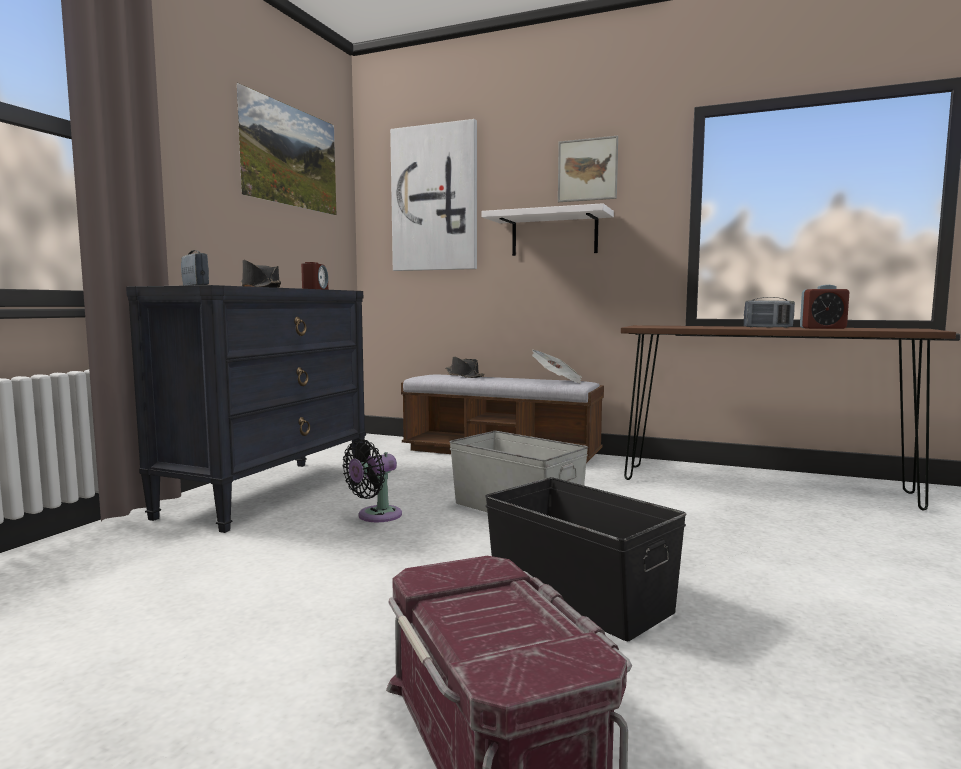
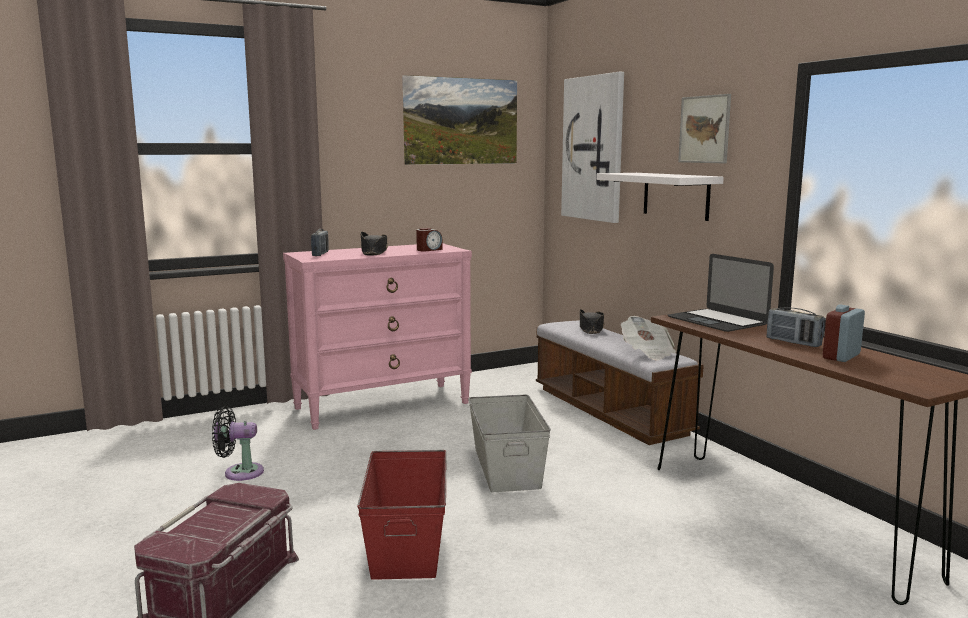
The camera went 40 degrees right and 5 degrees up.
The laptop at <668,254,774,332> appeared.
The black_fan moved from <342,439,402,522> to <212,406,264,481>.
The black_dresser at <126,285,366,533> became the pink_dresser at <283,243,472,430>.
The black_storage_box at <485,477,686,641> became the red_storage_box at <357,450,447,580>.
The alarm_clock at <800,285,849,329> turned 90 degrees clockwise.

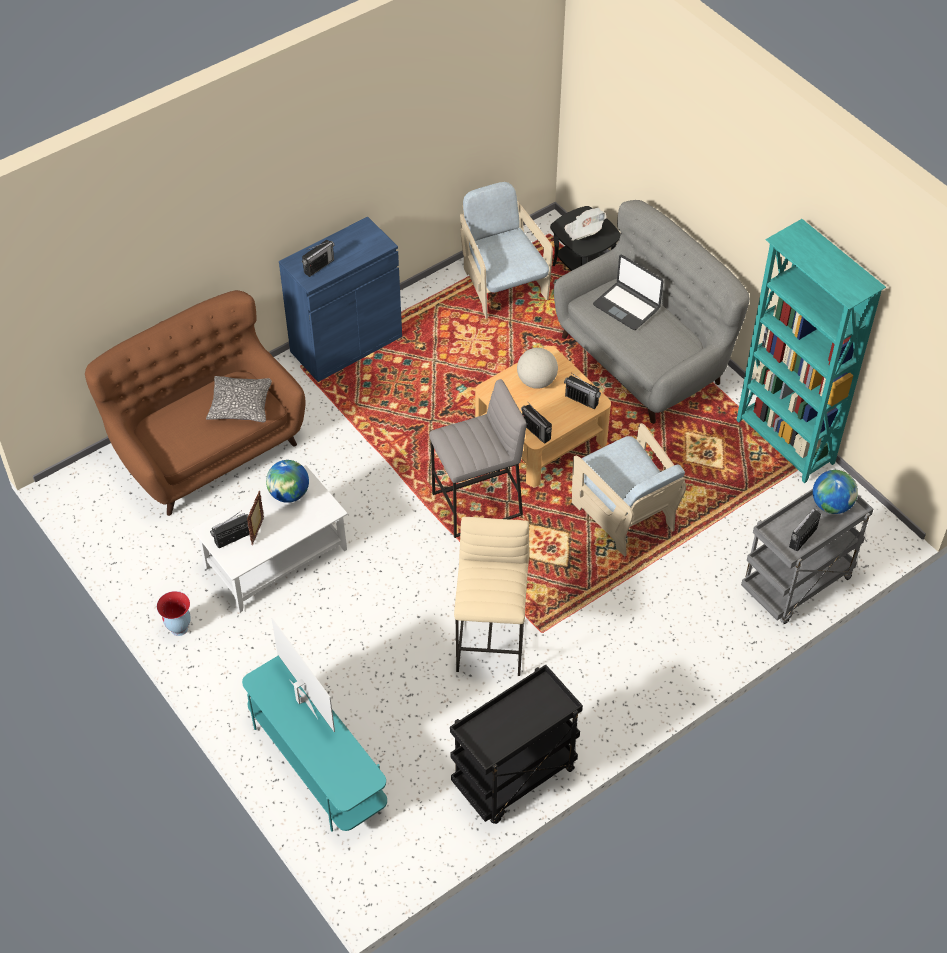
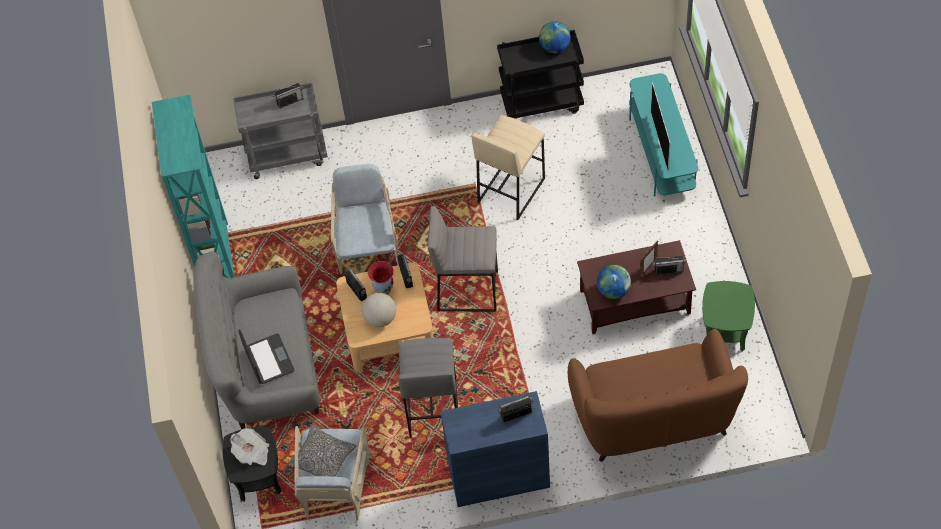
The camera went 150 degrees left and 5 degrees up.
The grey_stool at <398,338,458,437> appeared.
The green_side_table at <702,281,755,352> appeared.
The vase moved from <157,591,191,636> to <368,261,394,295>.
The pillow moved from <206,376,272,422> to <287,425,356,477>.
The globe moved from <813,470,858,514> to <539,21,571,53>.
The white_coffee_table at <192,465,348,612> became the brown_coffee_table at <577,240,696,334>.

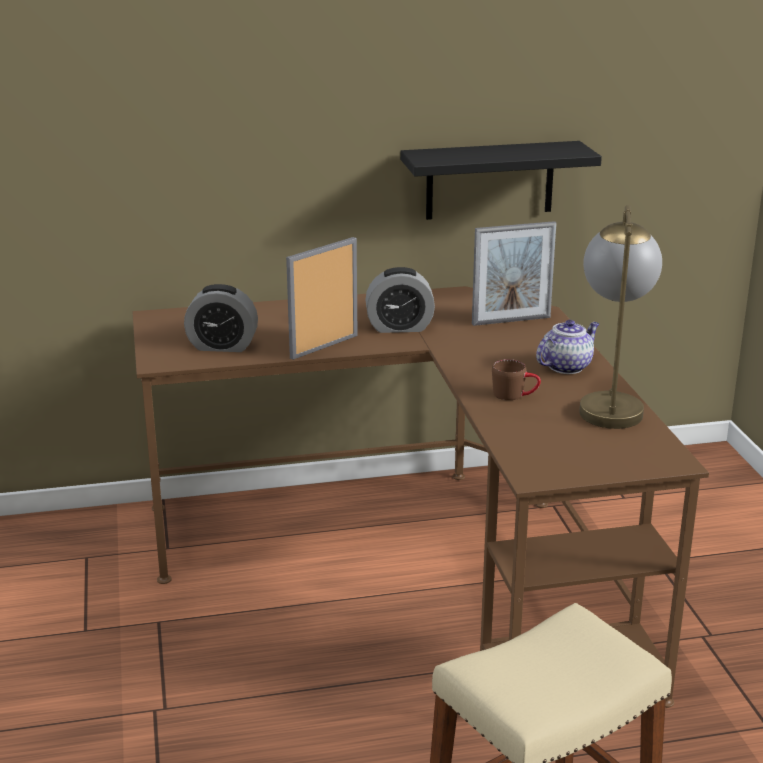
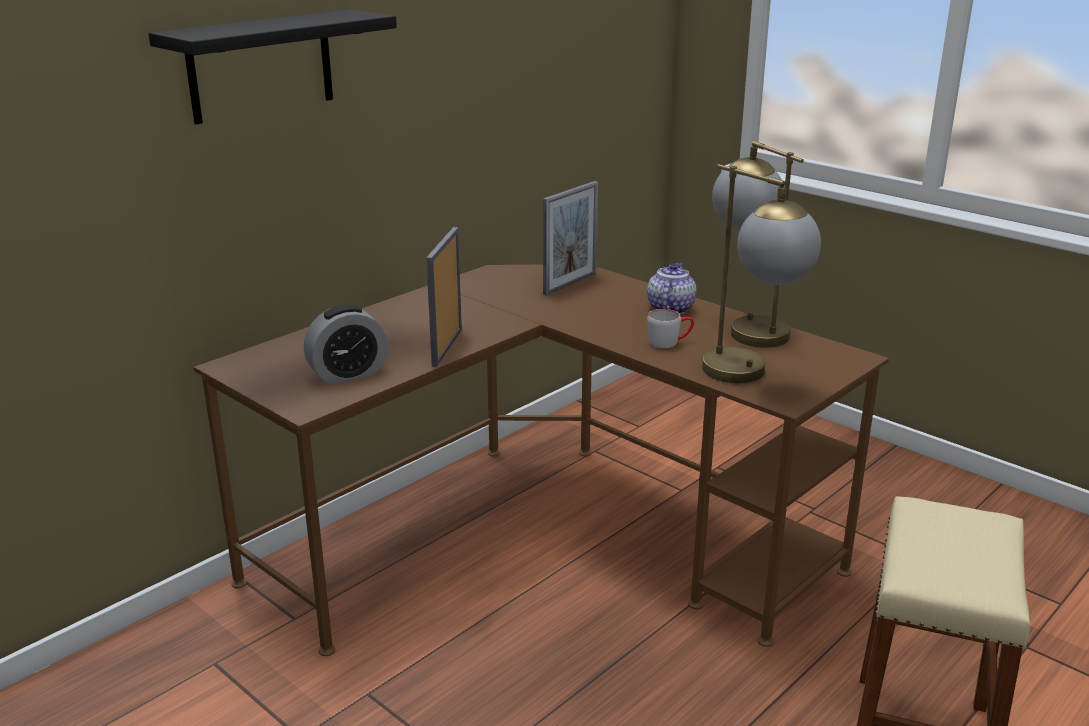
The camera went 35 degrees left and 0 degrees up.
The alarm_clock at <365,267,435,333> disappeared.
The table_lamp at <702,164,821,383> appeared.
The black_shelf moved from <400,141,602,220> to <148,9,397,125>.
The brown_mug at <492,359,541,400> became the grey_mug at <647,309,694,348>.

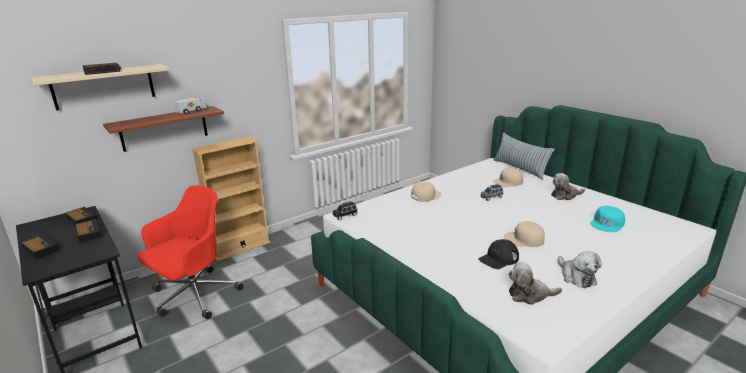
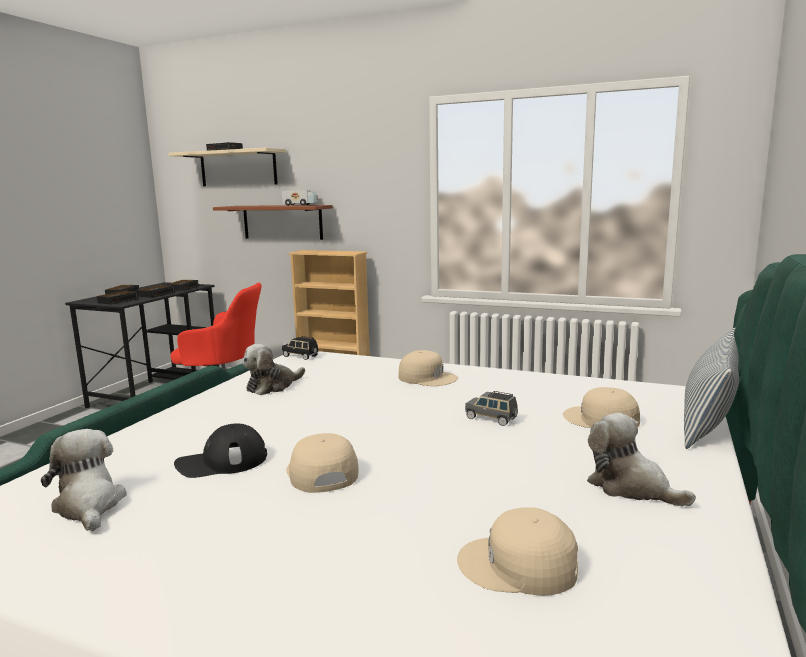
The camera went 60 degrees right and 10 degrees down.
The alarm_clock at <97,291,139,305> appeared.
The plush_toy moved from <558,251,602,288> to <243,344,305,395>.
The turquoise_cap at <590,206,625,232> became the beige_cap at <457,507,578,596>.
The black_cap at <478,239,519,269> turned 45 degrees counterclockwise.

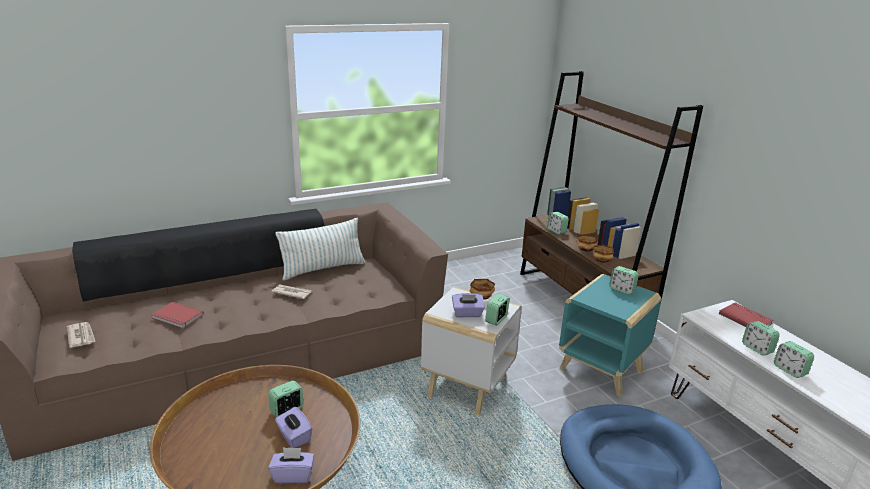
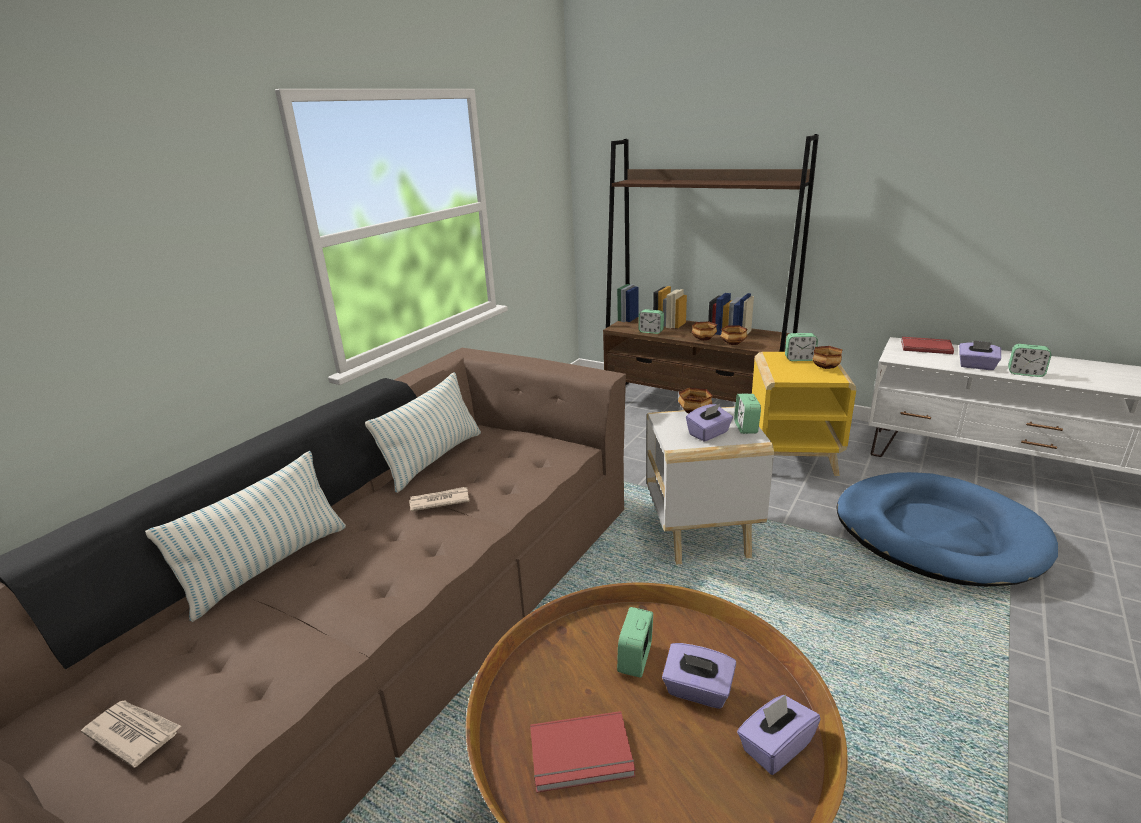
The camera went 30 degrees left and 0 degrees up.
The pillow at <145,451,346,622> appeared.
The bowl at <812,346,843,369> appeared.
The red_book moved from <151,302,204,329> to <530,711,635,793>.
The alarm_clock at <742,321,780,356> was replaced by the purple_tissue_box at <959,340,1001,370>.
The turquoise_side_table at <559,274,661,397> became the yellow_side_table at <752,352,856,476>.

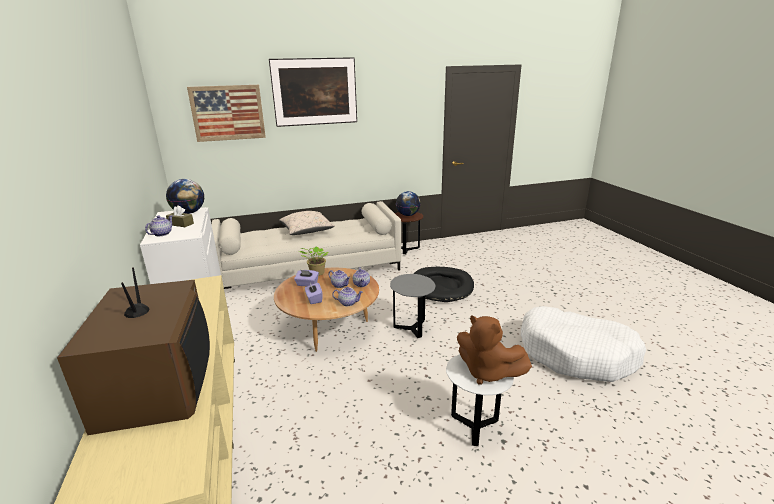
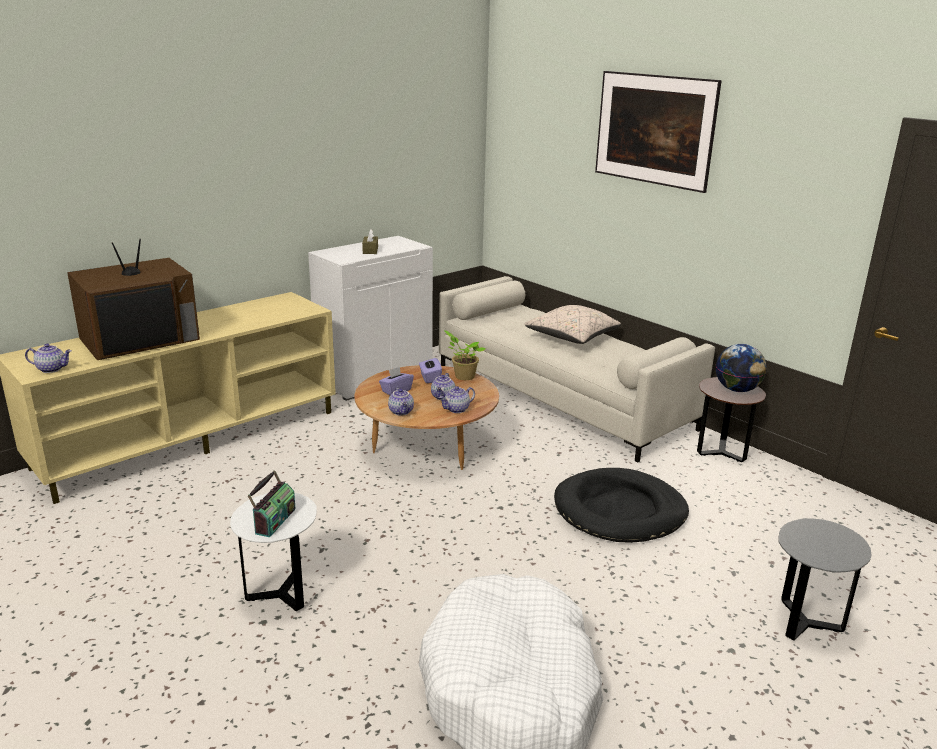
The camera went 65 degrees right and 0 degrees up.
The globe at <166,179,204,214> disappeared.
The picture at <187,85,266,142> disappeared.
The teapot moved from <145,215,172,236> to <25,344,71,373>.
The grey_side_table moved from <390,274,436,338> to <778,518,871,641>.
The brown_plush_toy at <457,315,532,385> was replaced by the radio at <248,470,296,537>.

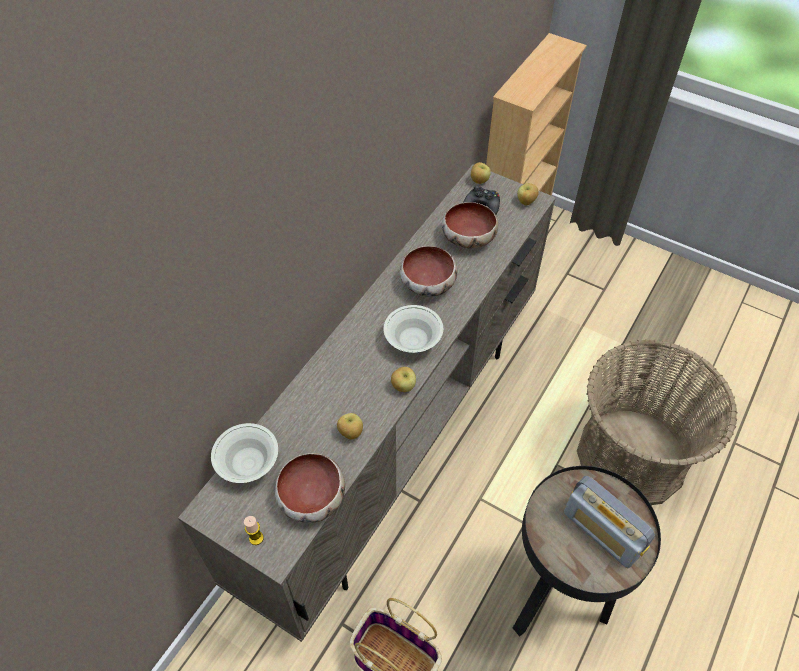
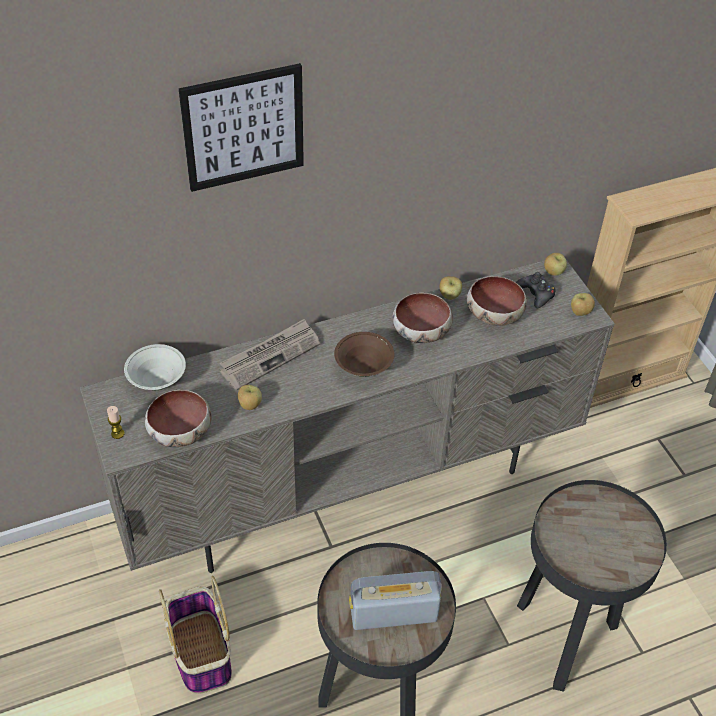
The camera went 35 degrees right and 5 degrees down.
The picture at <178,63,304,192> appeared.
The newspaper at <220,319,320,390> appeared.
The apple moved from <391,367,416,392> to <440,276,462,300>.
The basket at <577,339,738,505> was replaced by the black_side_table at <517,480,667,692>.
The white_bowl at <384,305,443,353> became the brown_bowl at <334,332,394,377>.
The radio at <564,476,655,568> turned 90 degrees clockwise.

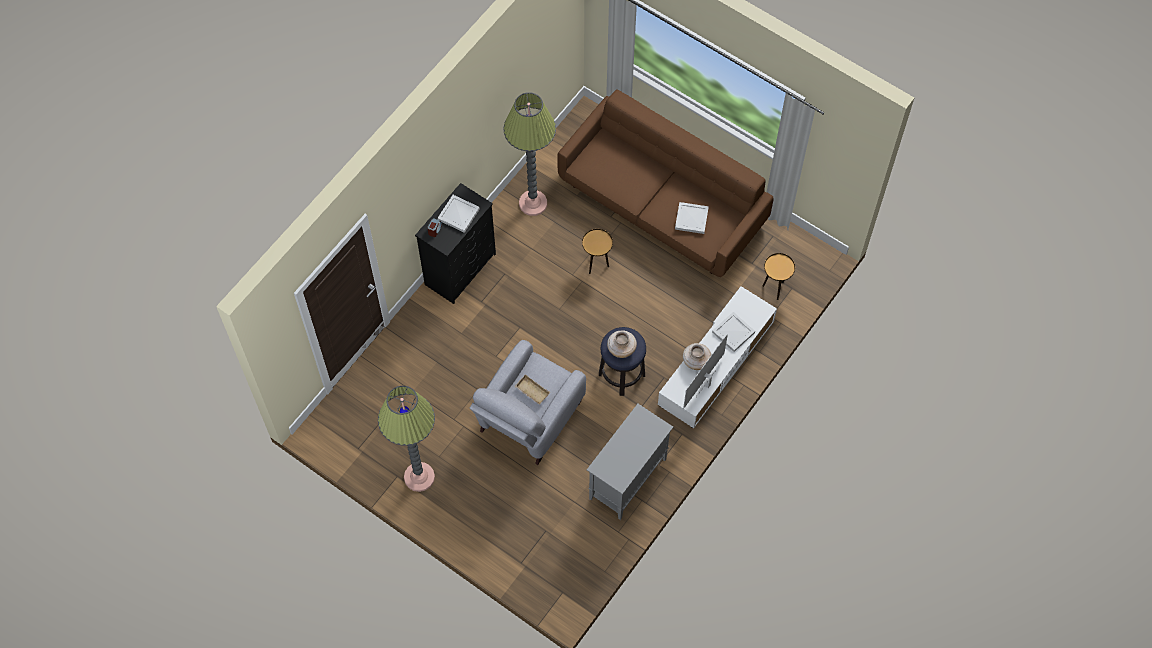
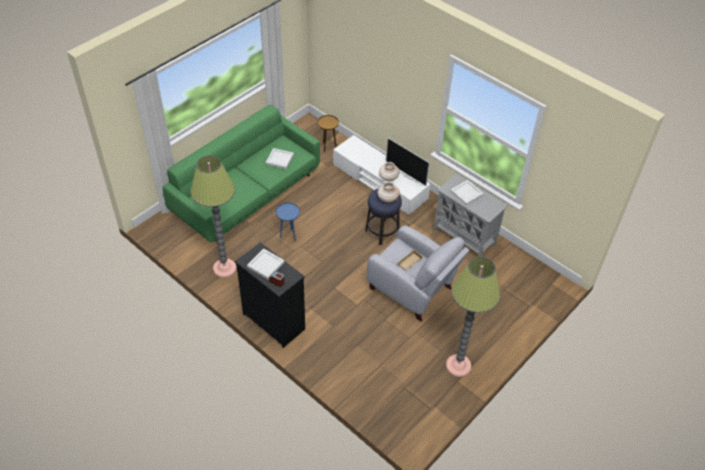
The camera went 85 degrees left and 15 degrees down.
The white_tray moved from <712,312,755,352> to <450,180,484,205>.
The brown_sofa at <557,89,774,277> became the green_sofa at <162,105,320,243>.
The brown_side_table at <582,229,613,274> became the blue_side_table at <276,203,300,241>.

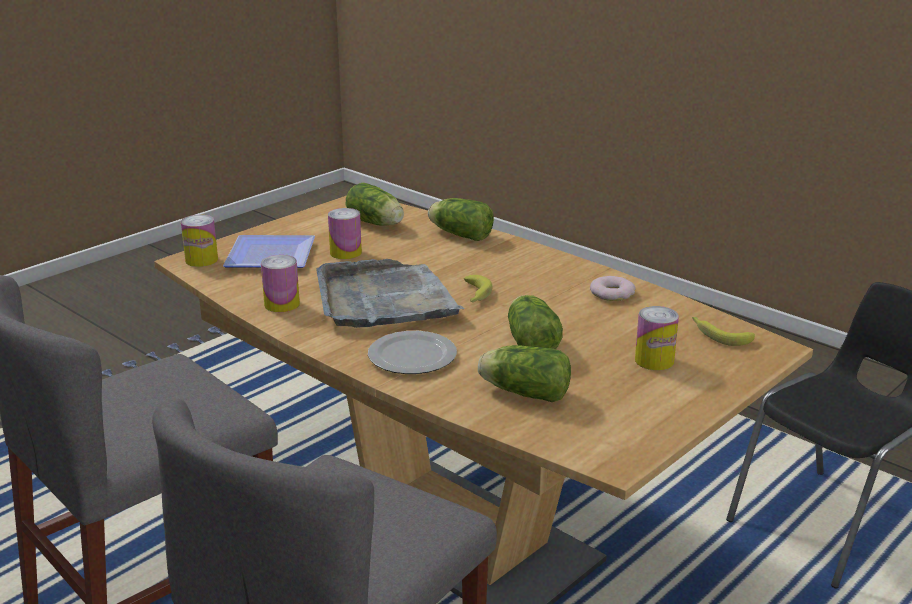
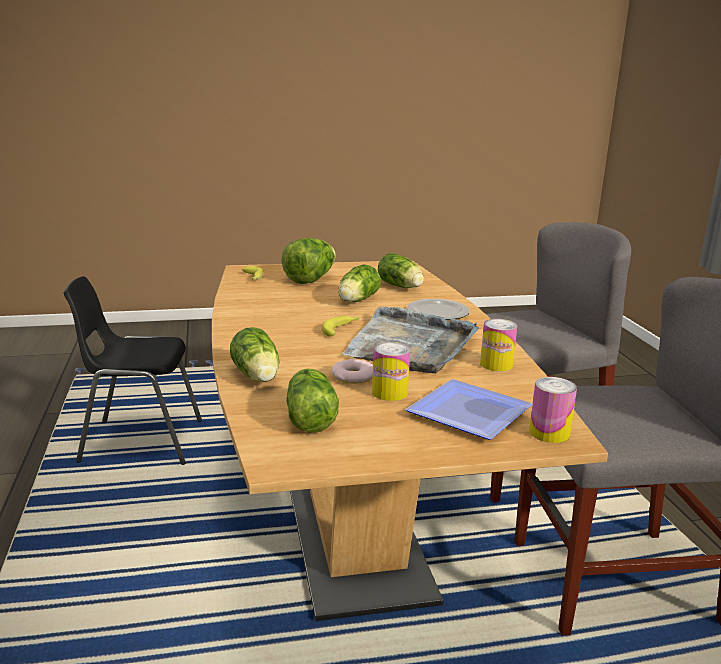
The camera went 145 degrees left and 5 degrees down.
The donut moved from <590,276,636,301> to <332,359,373,384>.
The can at <635,306,679,370> was replaced by the lettuce at <281,238,336,284>.

